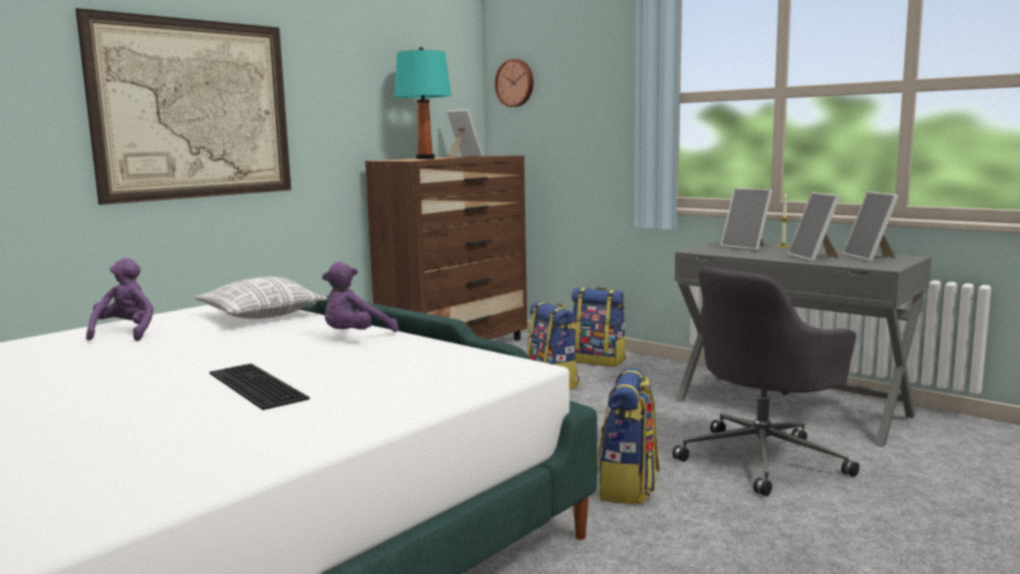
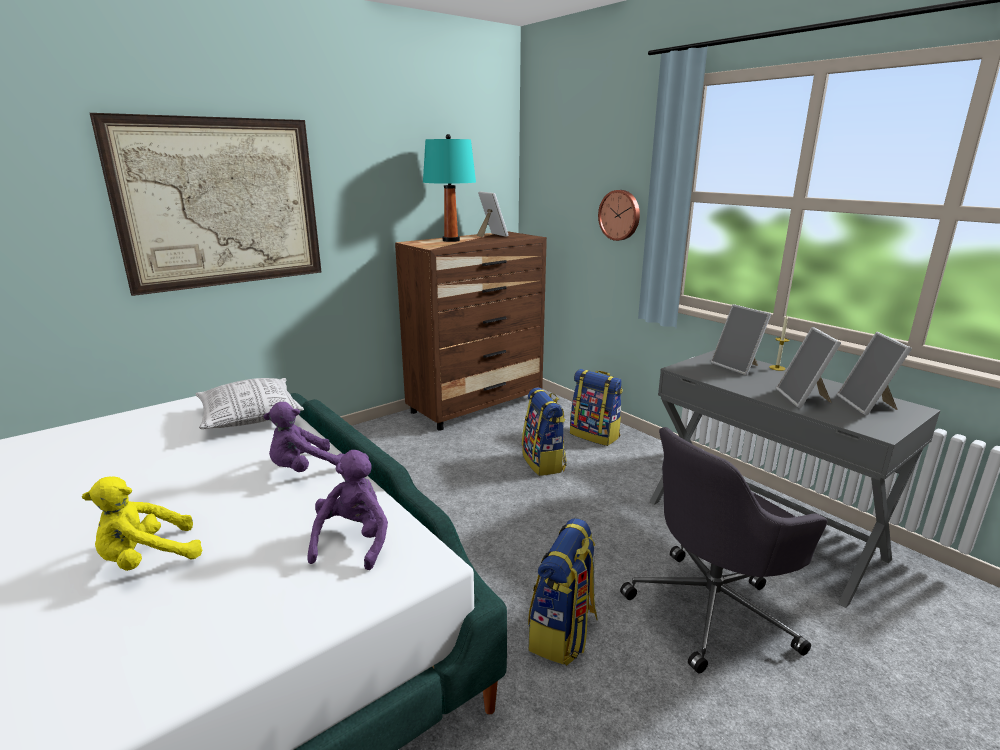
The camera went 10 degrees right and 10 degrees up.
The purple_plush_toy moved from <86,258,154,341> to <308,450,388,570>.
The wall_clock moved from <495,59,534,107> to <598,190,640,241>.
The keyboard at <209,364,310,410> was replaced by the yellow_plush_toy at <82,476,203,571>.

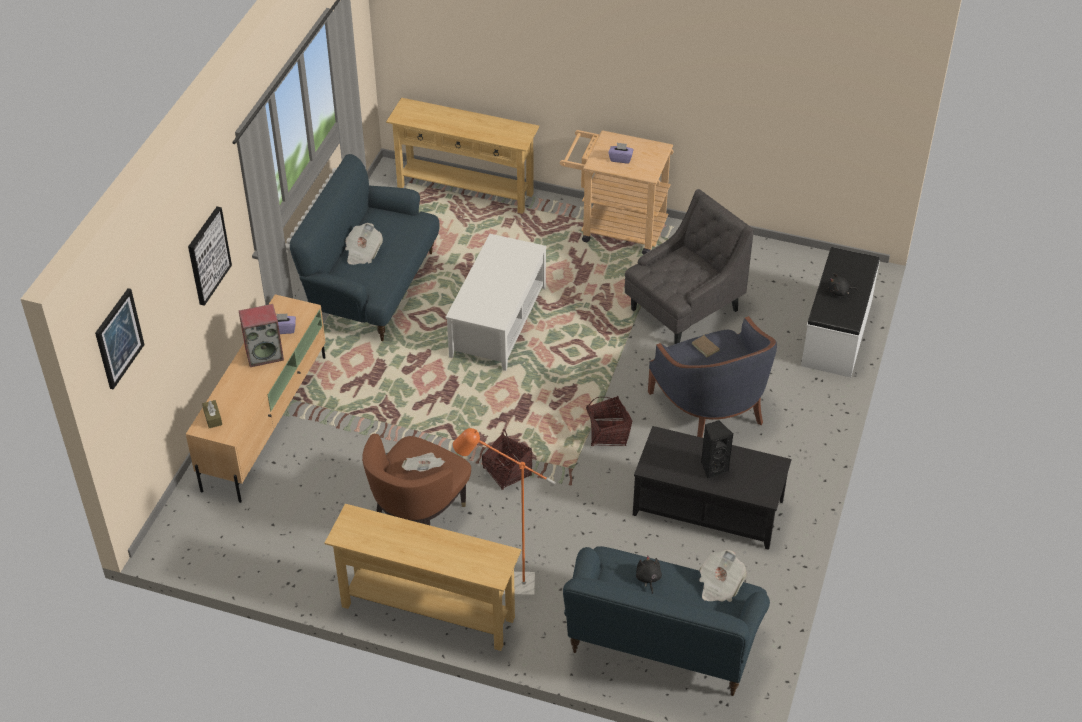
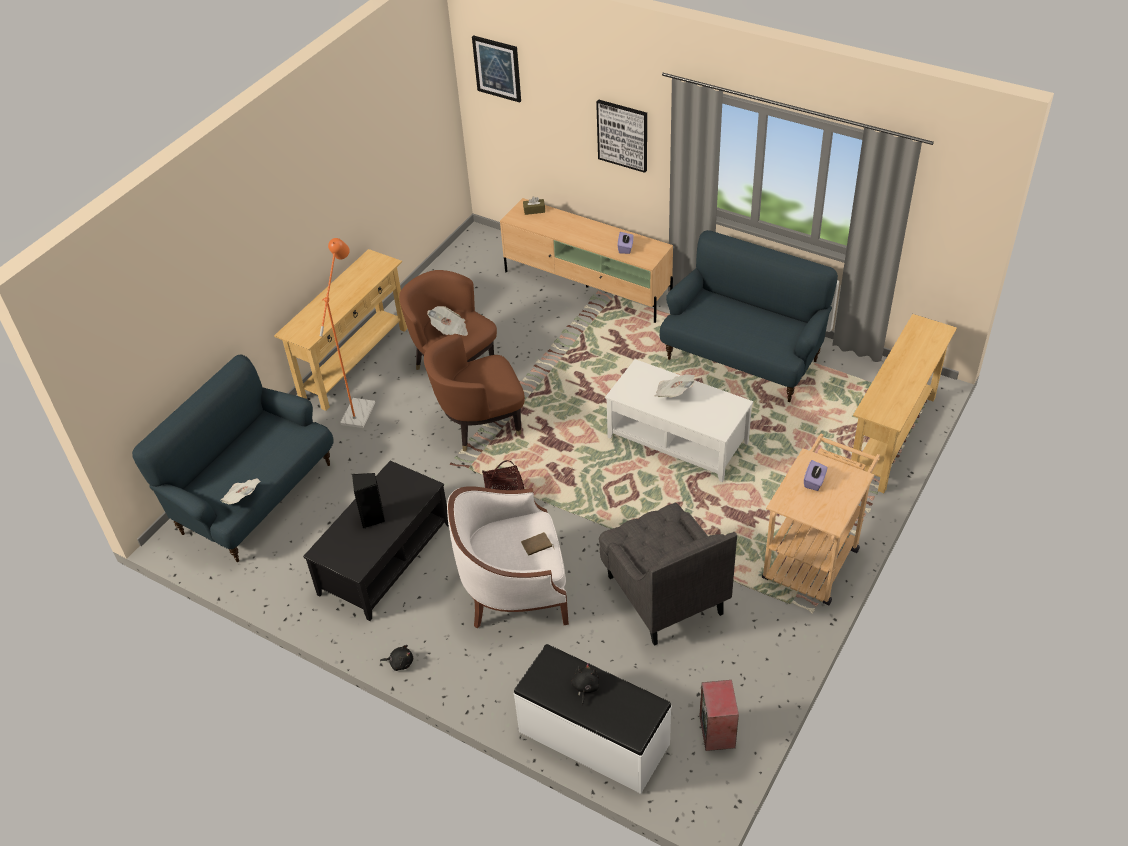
The camera went 105 degrees right and 0 degrees up.
The speaker moved from <239,304,284,367> to <699,680,739,751>.
The newspaper moved from <345,223,383,265> to <654,374,695,398>.
The black_plush_toy moved from <636,556,662,594> to <380,645,413,671>.
The basket at <482,429,532,490> was replaced by the brown_armchair at <424,334,525,451>.
The blue_armchair at <648,316,777,438> became the white_armchair at <447,486,569,628>.

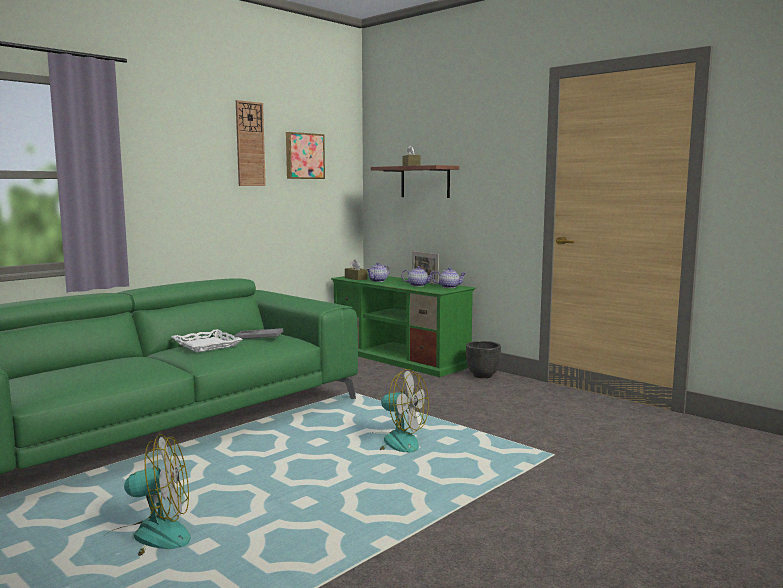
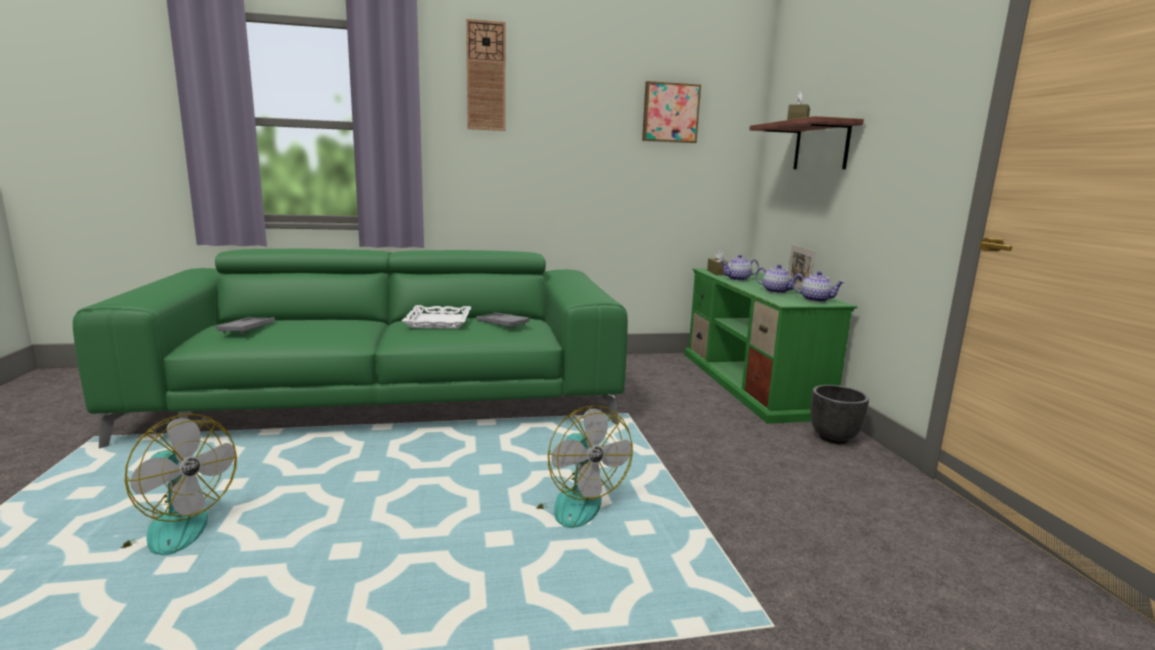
The camera went 35 degrees right and 5 degrees up.
The grey_tray at <216,317,275,334> appeared.
The wall_clock moved from <236,100,266,186> to <466,19,506,131>.

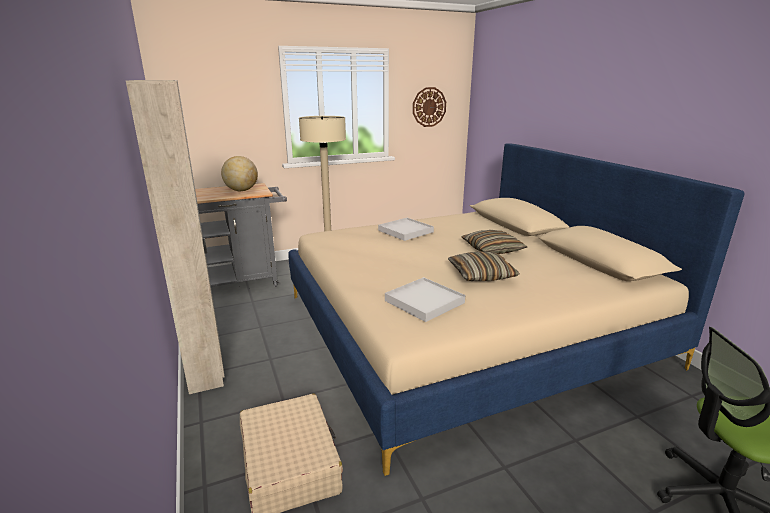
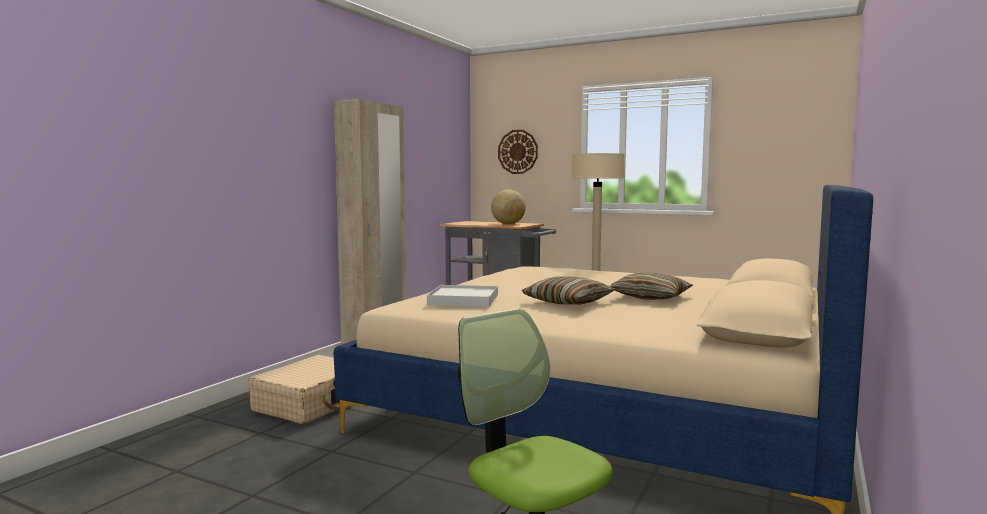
The camera went 50 degrees right and 15 degrees down.
The white_tray at <378,218,434,241> disappeared.
The wall_clock moved from <413,87,446,127> to <498,130,538,174>.

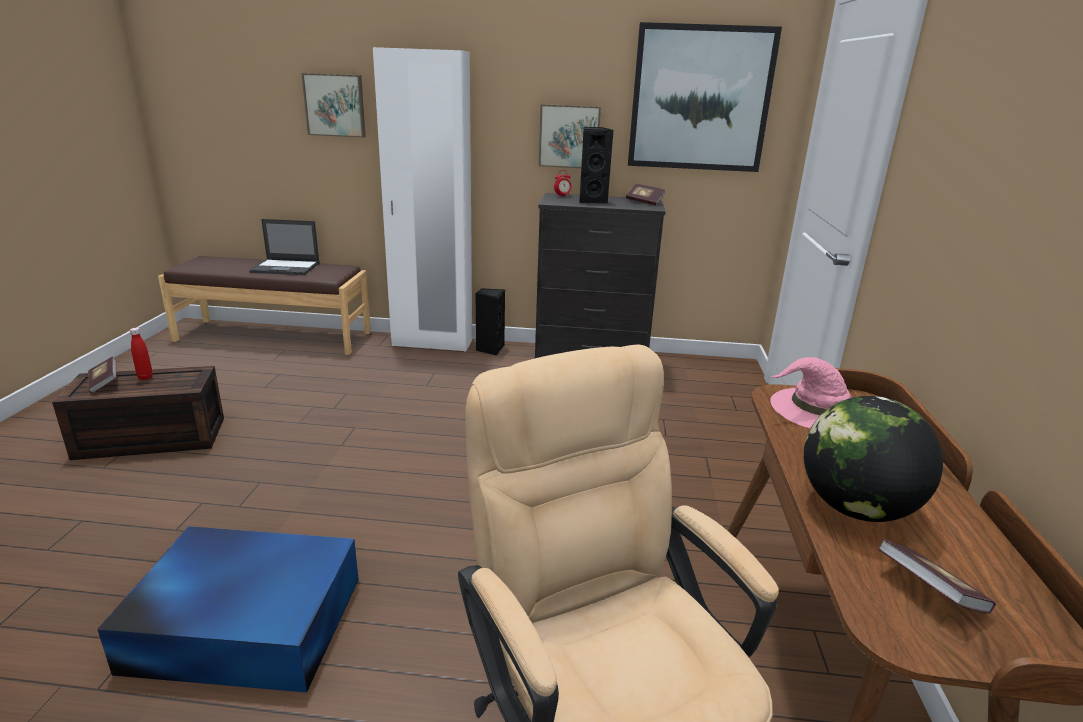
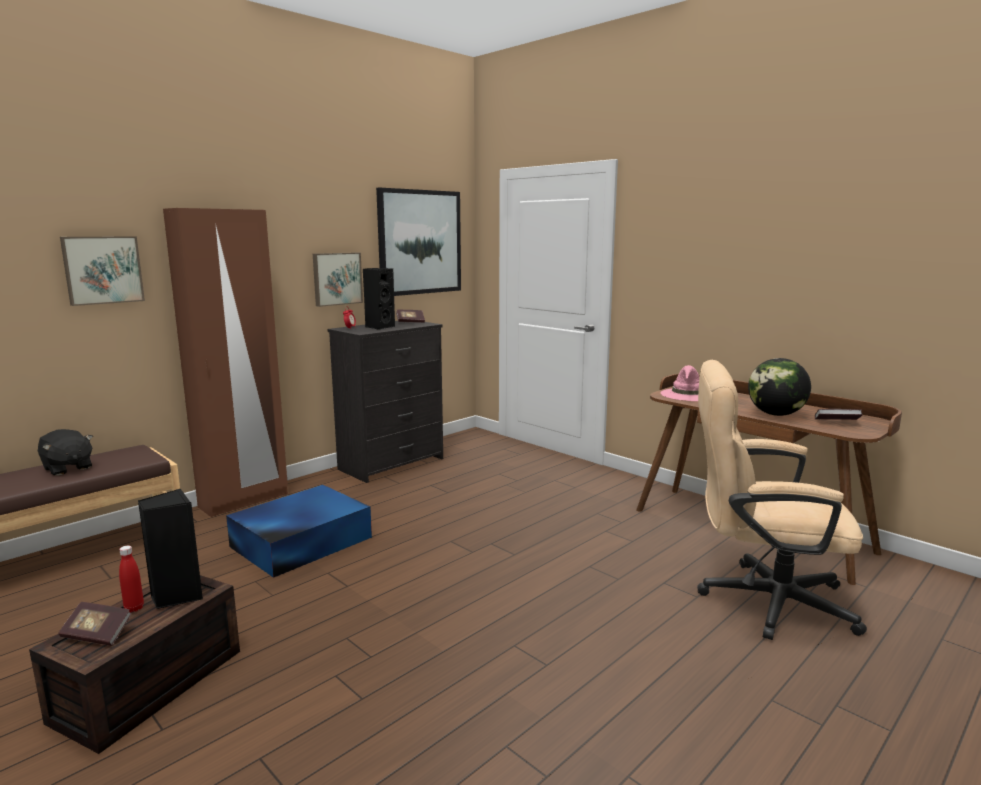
The camera went 50 degrees left and 10 degrees down.
The blue_storage_box moved from <97,526,359,692> to <226,485,372,578>.
The black_speaker moved from <475,288,505,356> to <138,489,203,609>.
The laptop at <249,219,320,275> was replaced by the black_plush_toy at <38,429,93,476>.
The white_wardrobe at <373,47,472,351> became the brown_wardrobe at <163,208,288,517>.

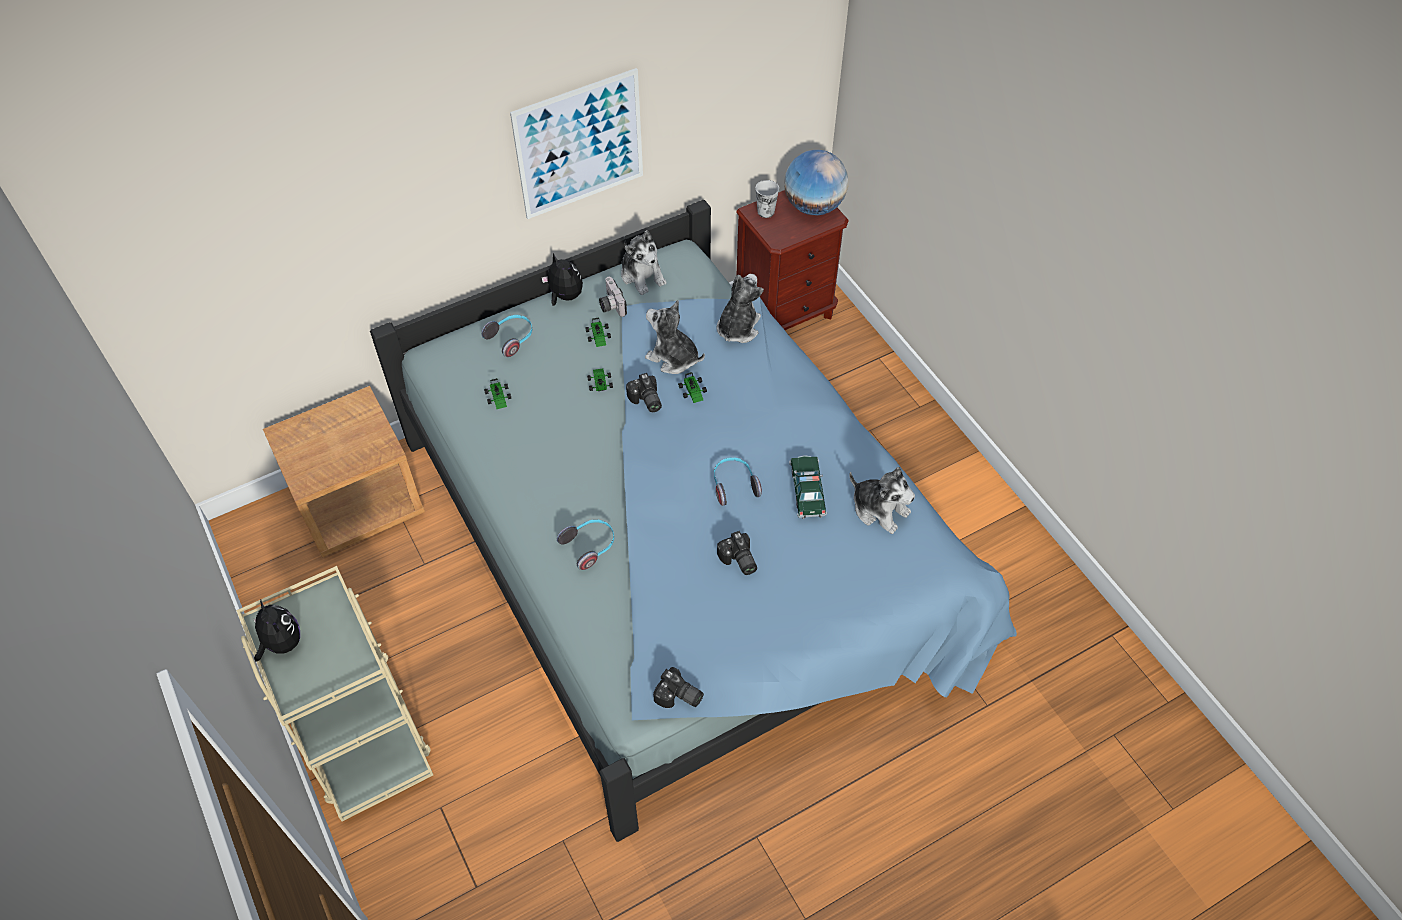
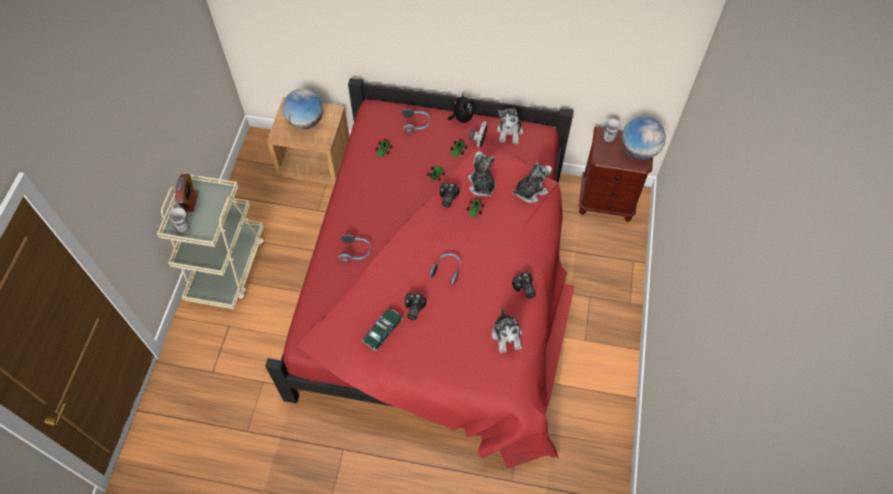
The camera went 40 degrees right and 5 degrees up.
The picture at <510,68,643,219> disappeared.
The cup at <168,208,190,232> appeared.
The globe at <282,89,323,129> appeared.
The photo_camera moved from <653,667,704,708> to <512,272,536,299>.
The toy_car moved from <789,455,827,519> to <362,308,403,351>.
The plush_toy at <253,600,300,662> was replaced by the alarm_clock at <175,174,199,212>.
The blue_bed at <370,200,1017,842> became the red_bed at <265,78,575,469>.

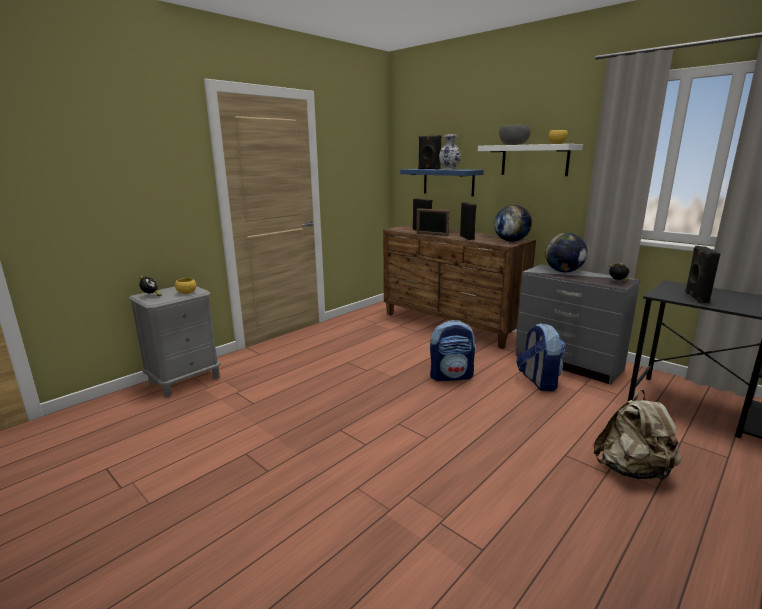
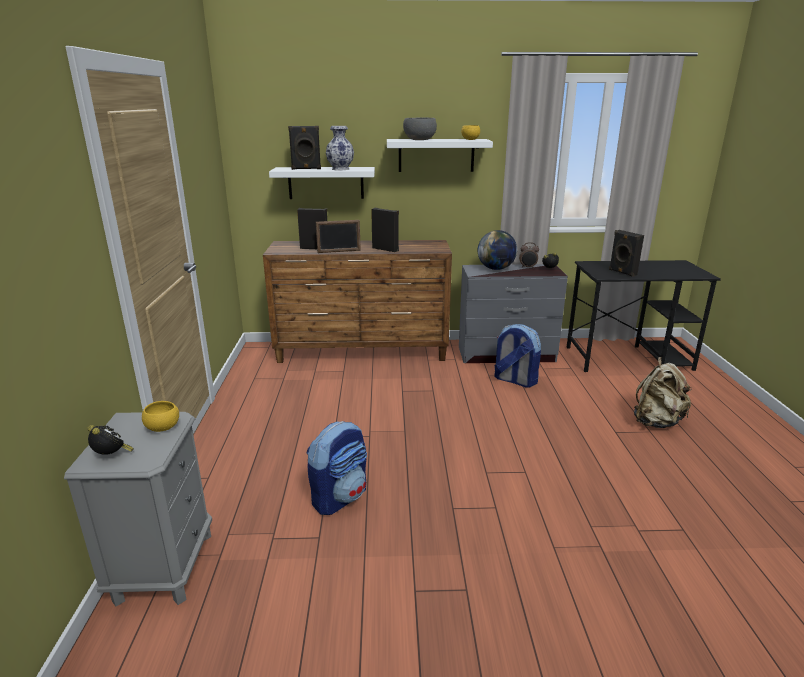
The camera went 45 degrees left and 5 degrees up.
The globe at <494,205,532,242> disappeared.
The alarm_clock at <519,242,539,269> appeared.
The backpack moved from <430,320,475,381> to <306,421,367,515>.
The blue_shelf at <400,169,484,197> became the white_shelf at <269,167,375,199>.

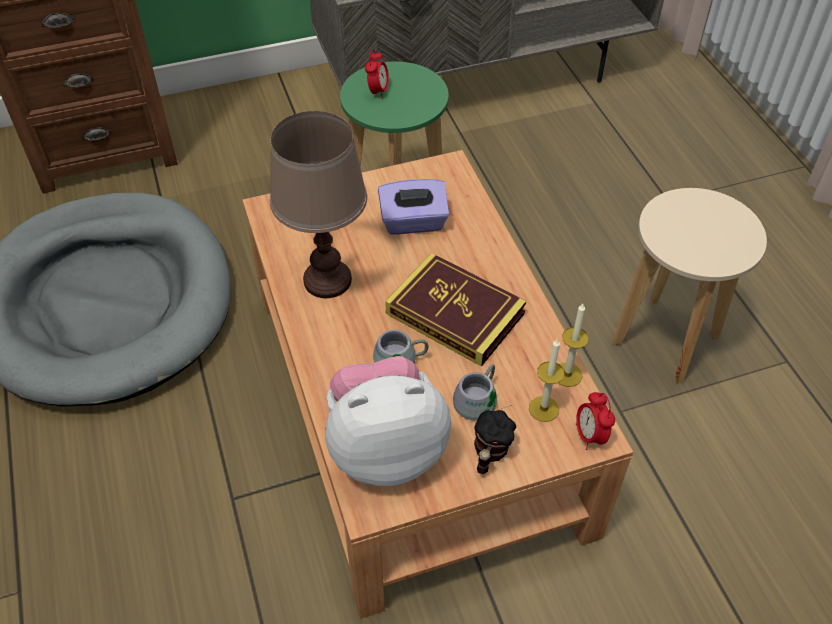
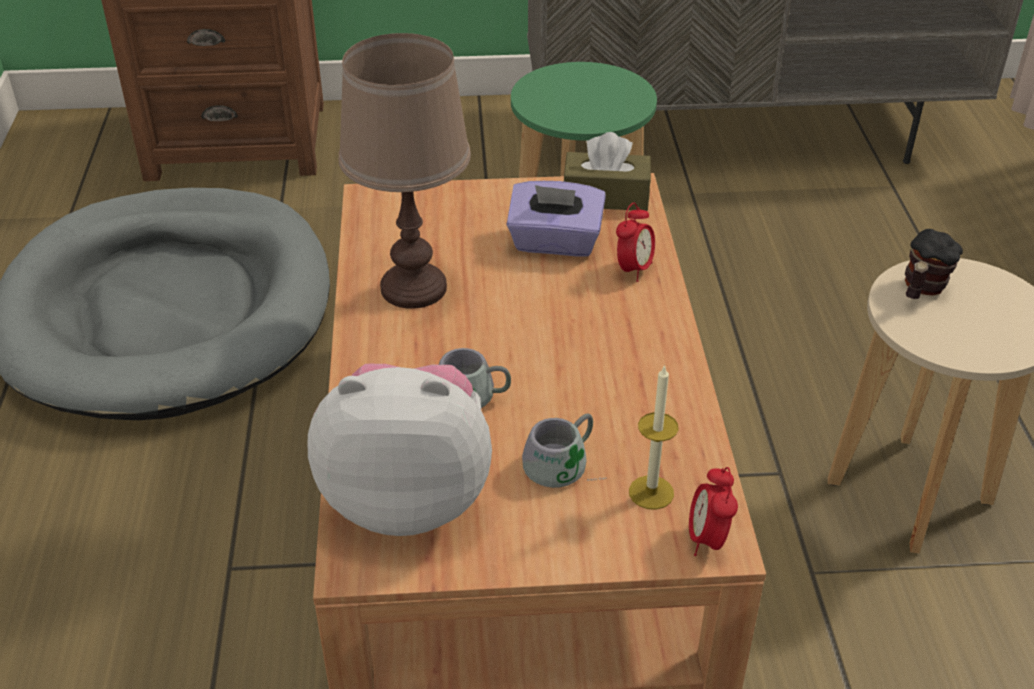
The camera went 15 degrees right and 10 degrees down.
The book at <385,253,526,367> disappeared.
The candle at <558,304,589,387> disappeared.
The brown_tissue_box at <564,132,651,211> appeared.
The alarm_clock moved from <365,49,389,99> to <616,203,655,282>.
The mug moved from <474,410,516,475> to <905,229,963,299>.

